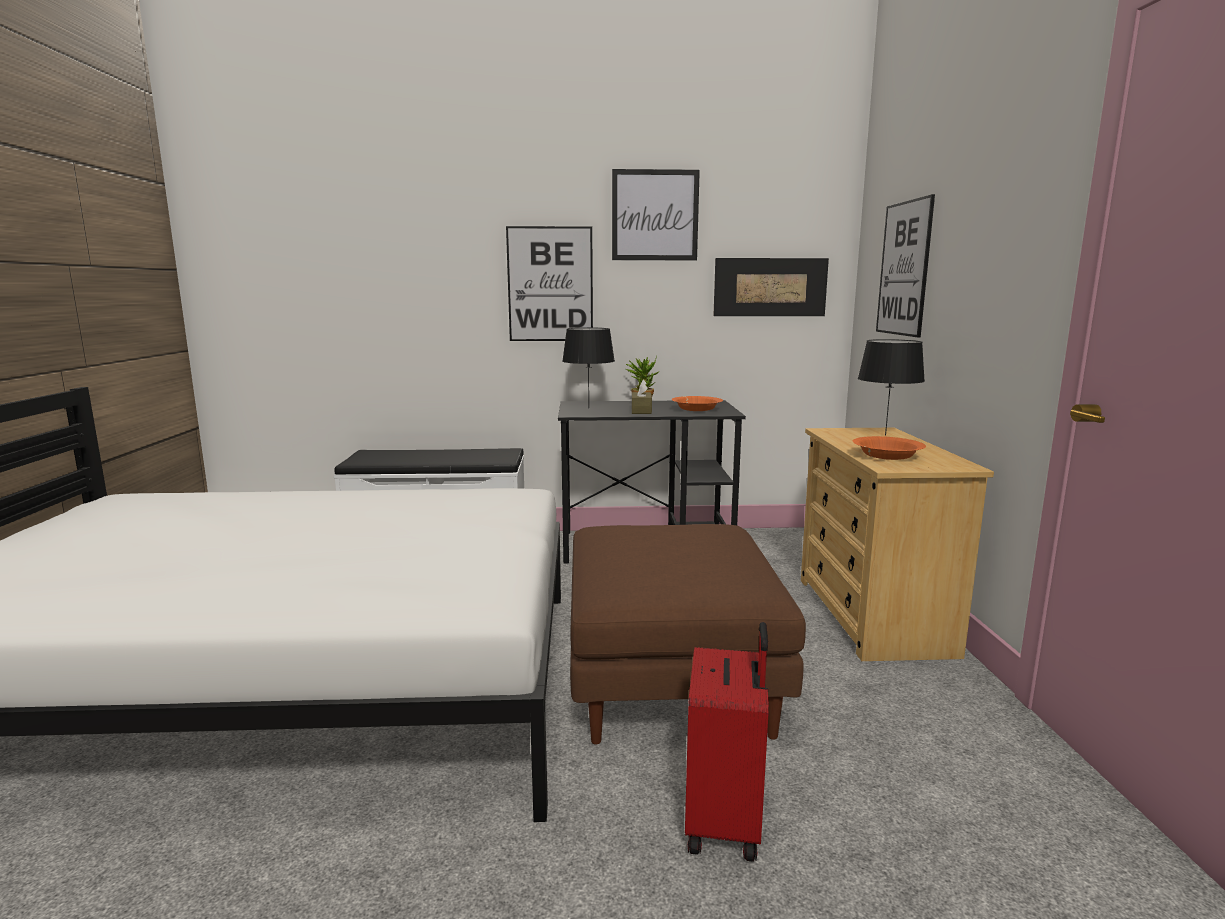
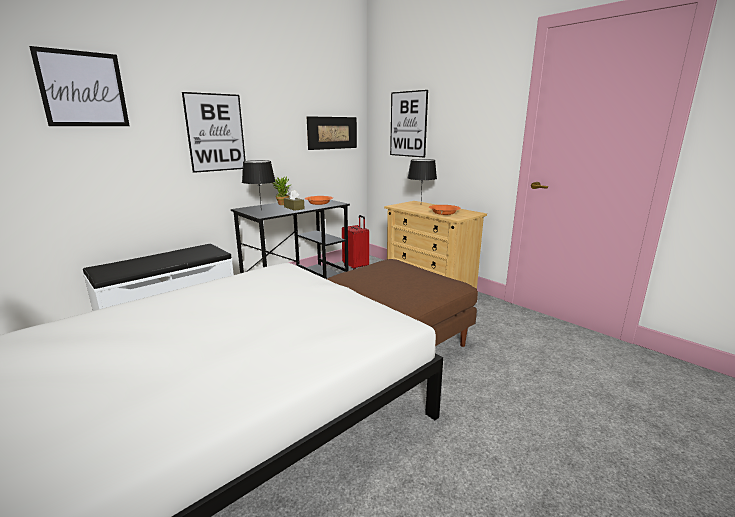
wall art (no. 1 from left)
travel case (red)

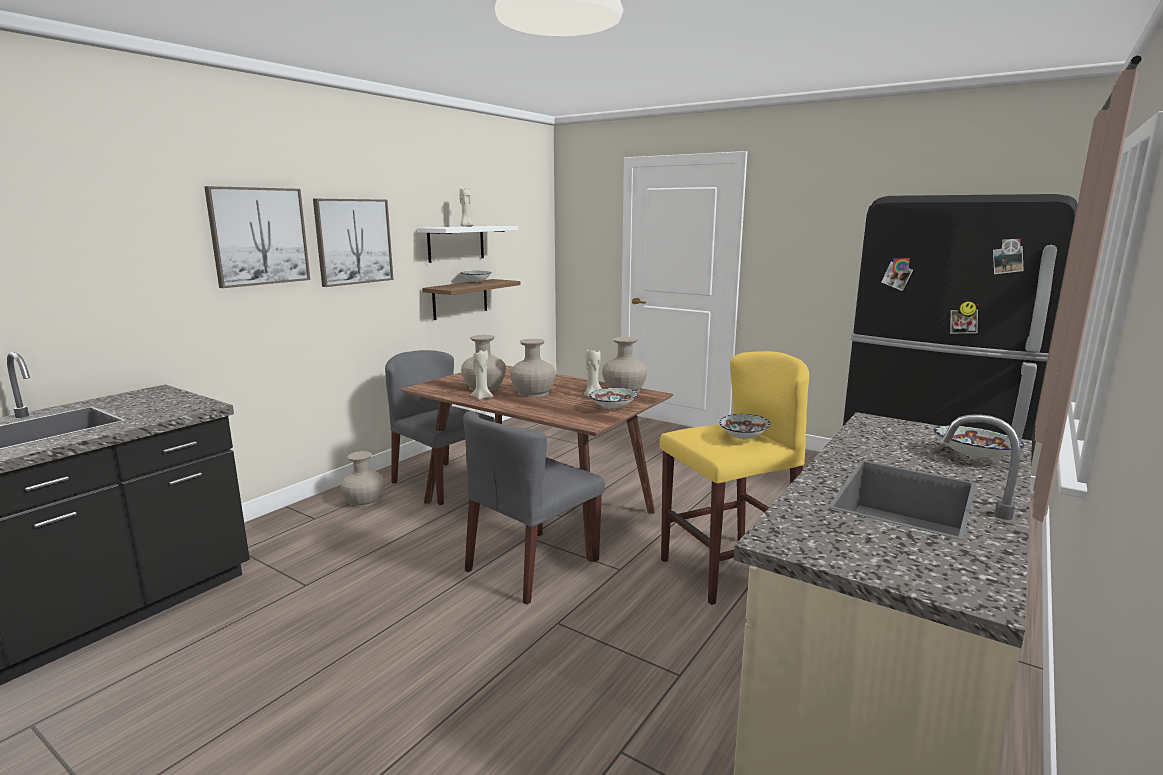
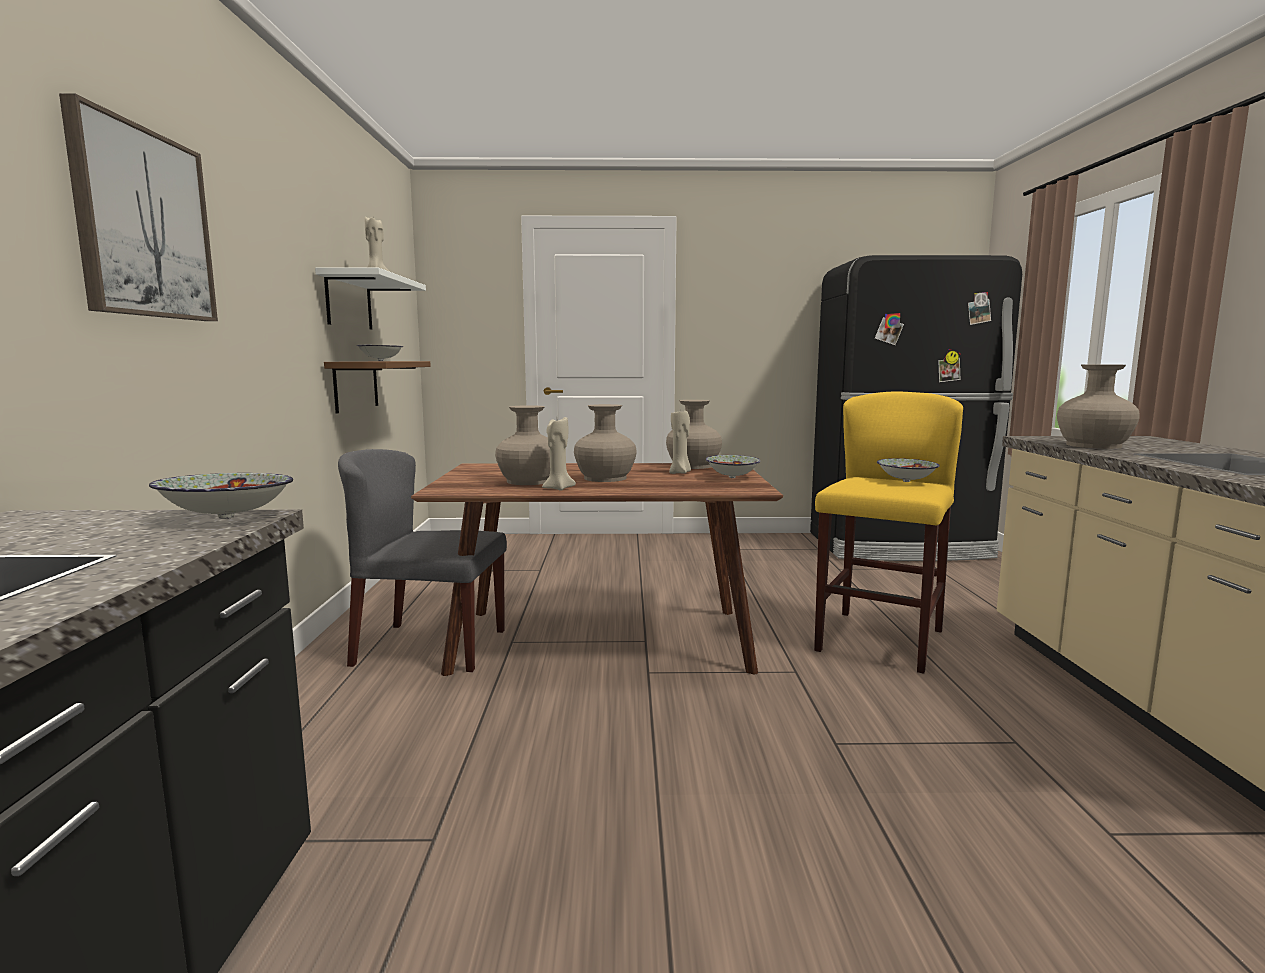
wall art (no. 2 from left in the first image)
chair (greyish) (no. 2 from left in the first image)
flower vase (beige-coloured) (no. 4 from left)
bowl (no. 1 from left)

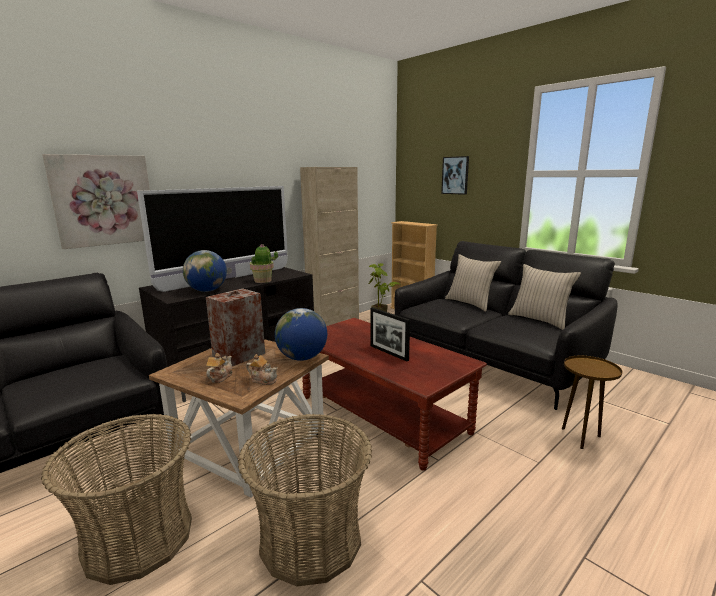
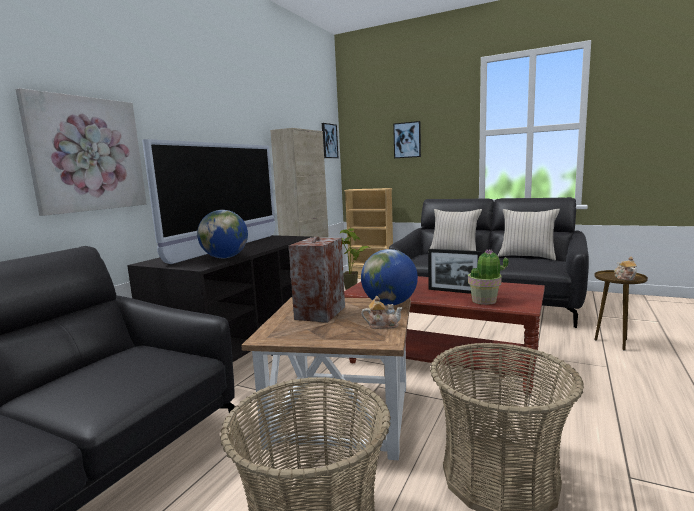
wall art (no. 2 from left)
pot for tea (no. 2 from left)
plant in a pot (no. 2 from left)

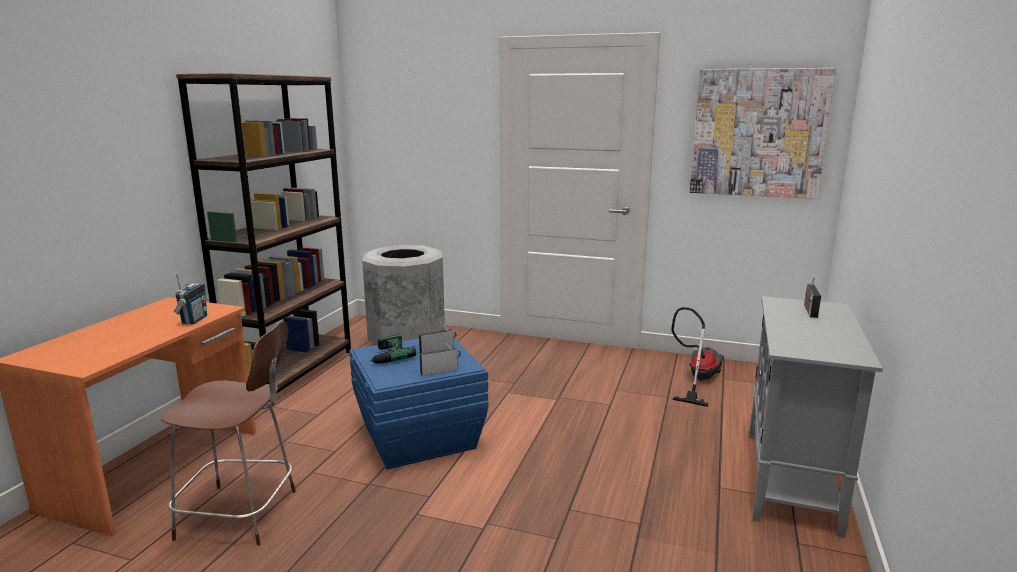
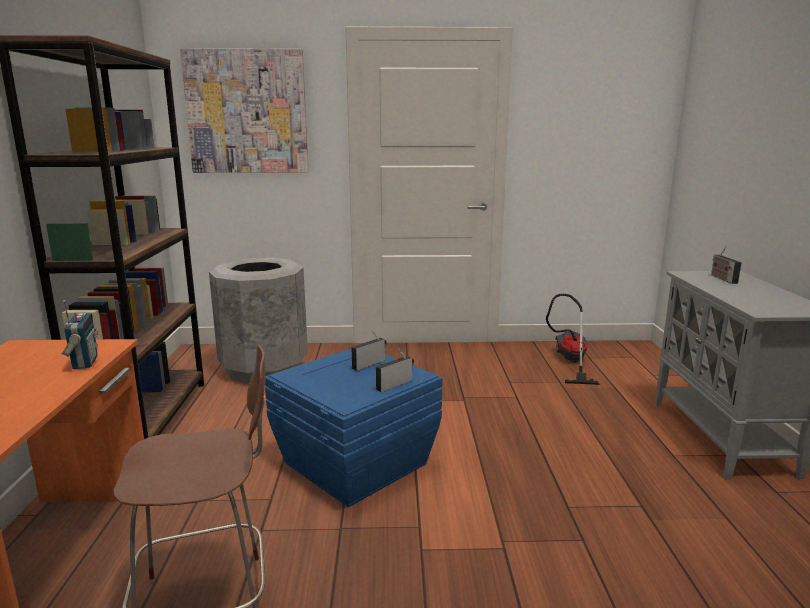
drill
wall art

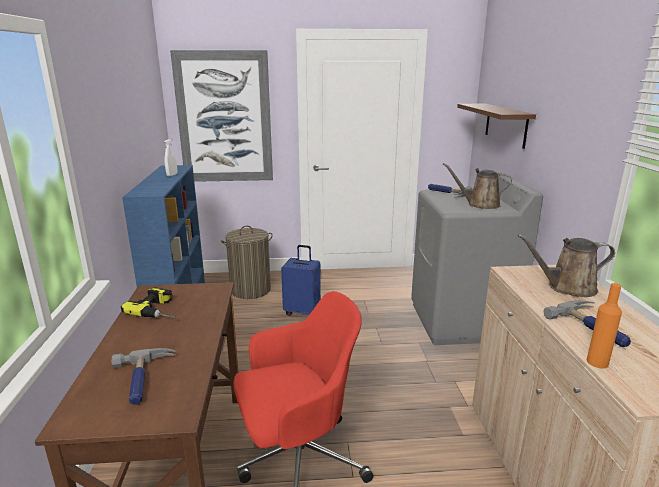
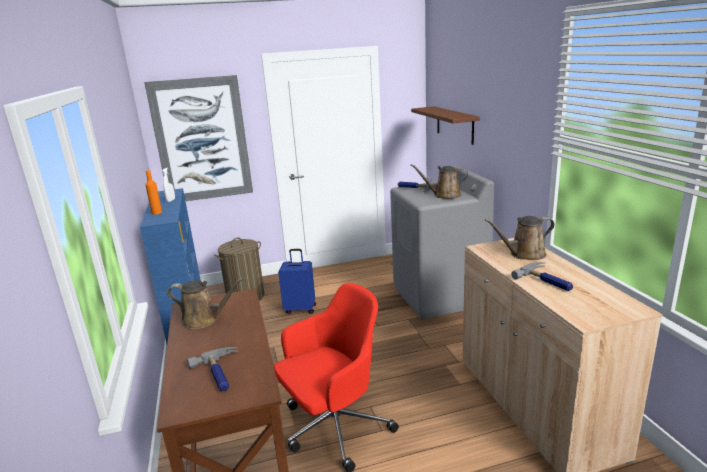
bottle (orange-coloured)
watering can (brown-coloured) (no. 1 from left)

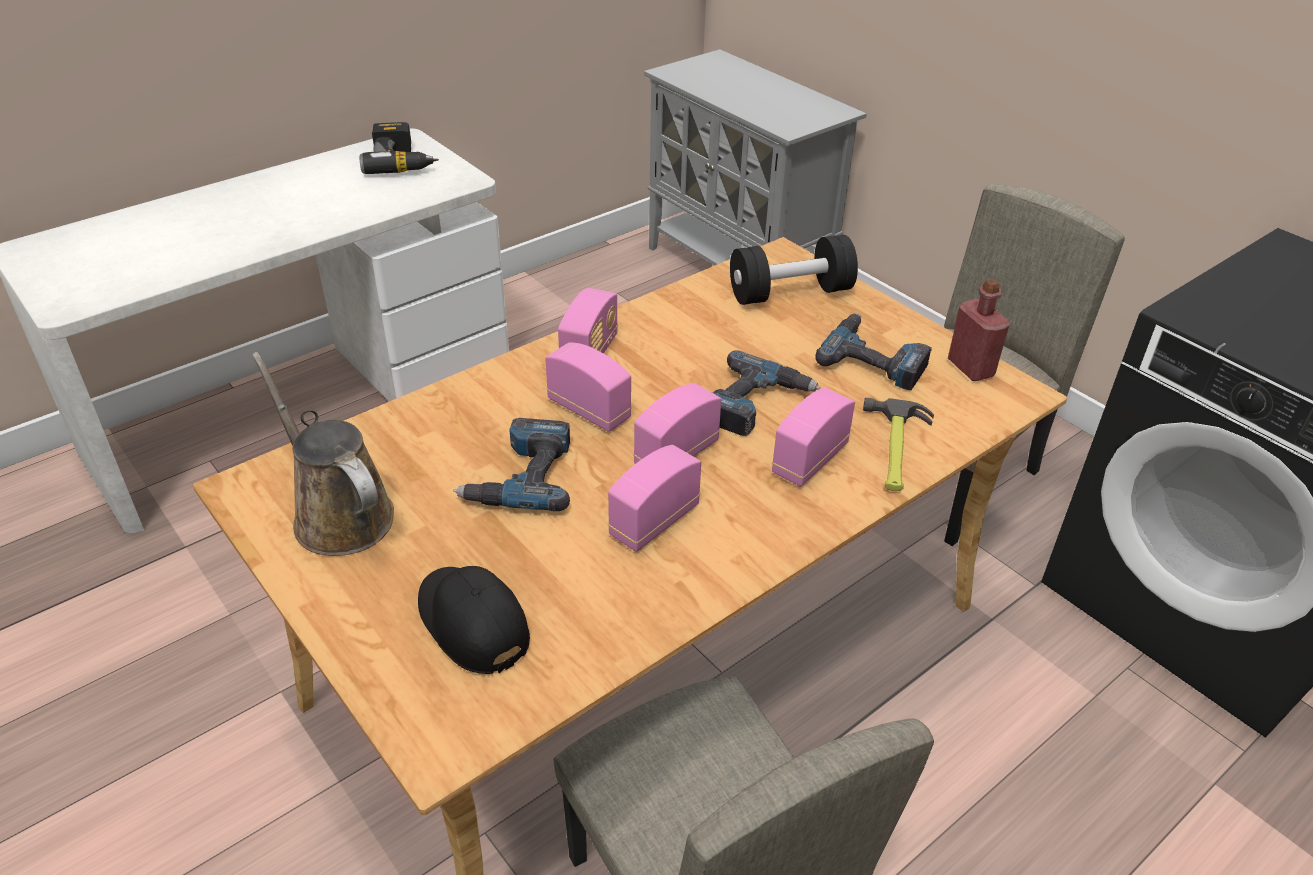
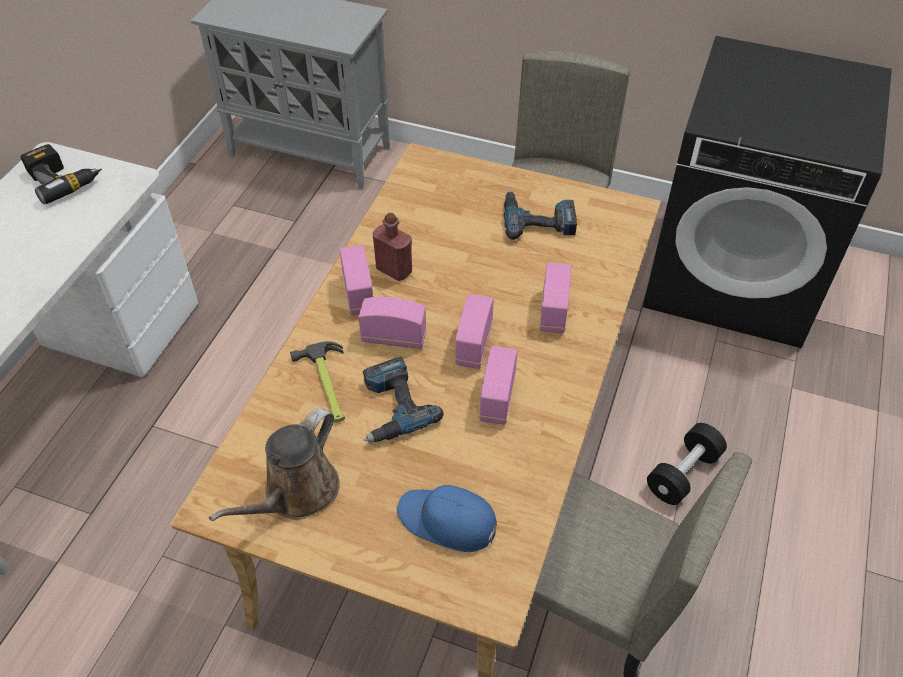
drill (no. 3 from left in the first image)
dumbbell (black)
tool hammer
bottle (red)
peaked cap (blue)
watering can (brown-coloured)

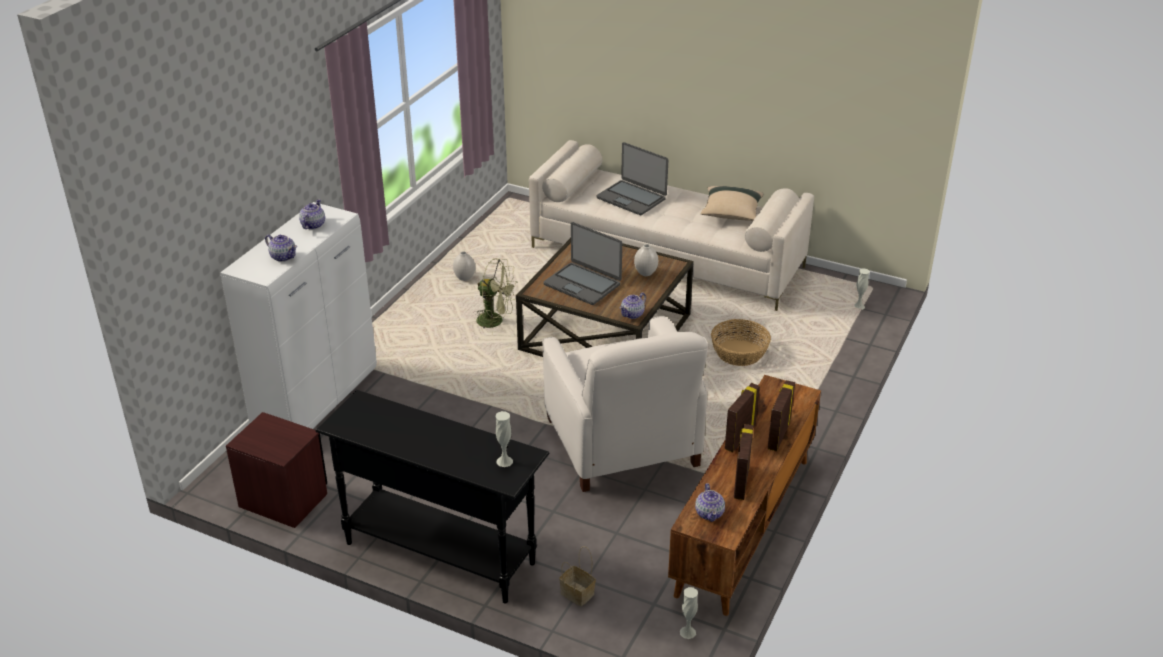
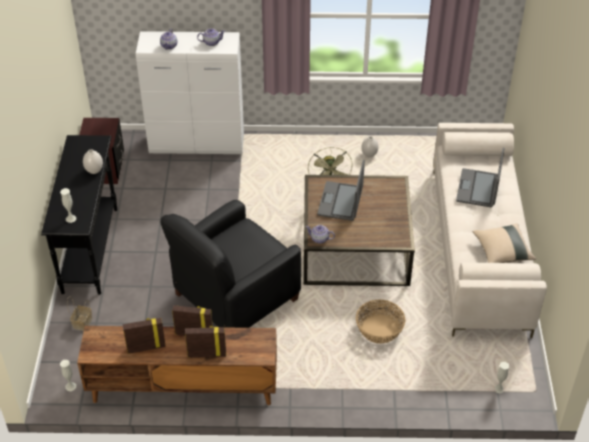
pot for tea (no. 4 from left in the first image)
flower vase (white-coloured) (no. 3 from left)
easy chair (black)

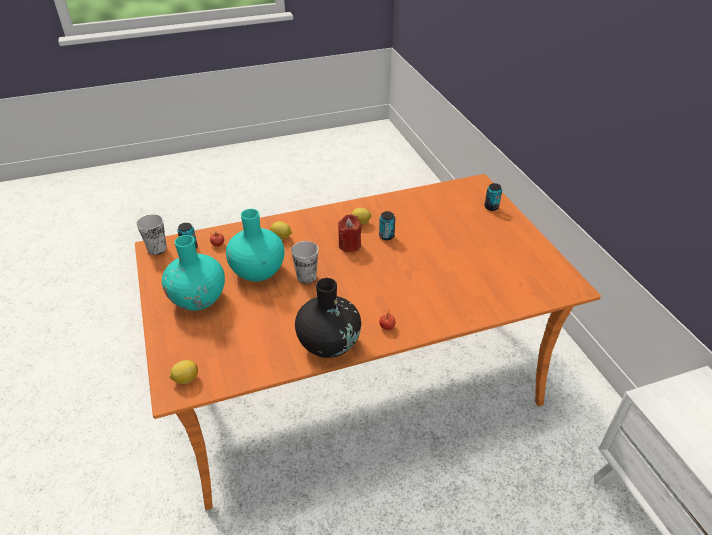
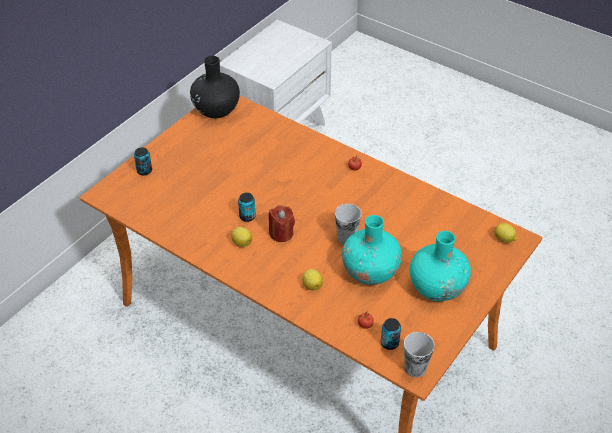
flower vase (black)

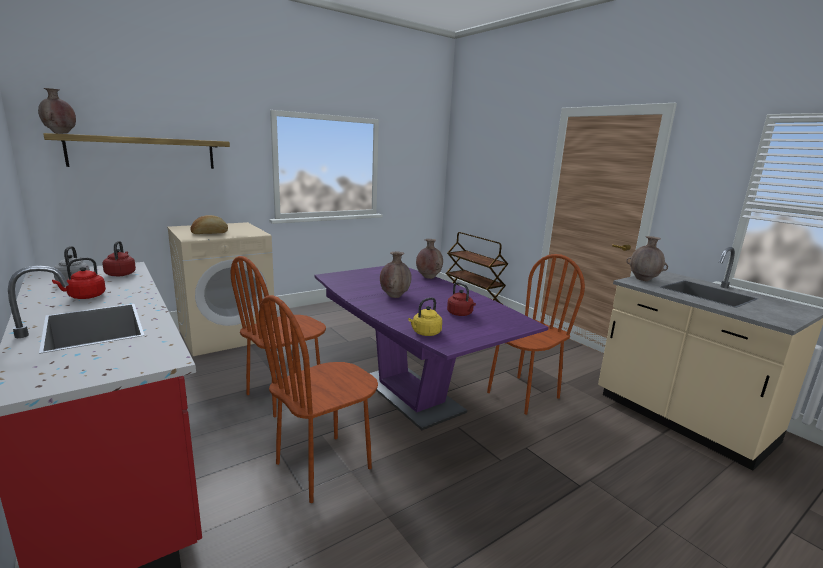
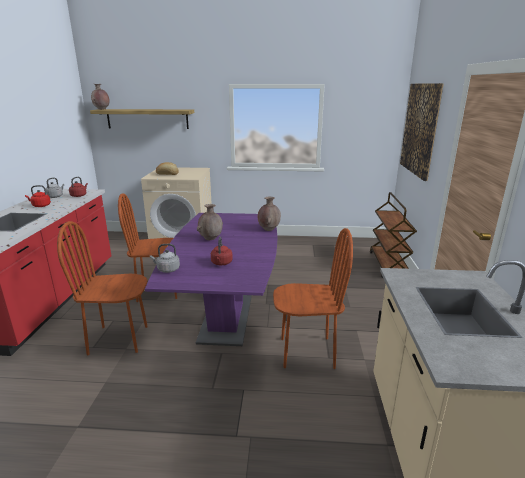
flower vase (brown-coloured) (no. 4 from left in the first image)
wall art
kettle (greyish) (no. 2 from left)

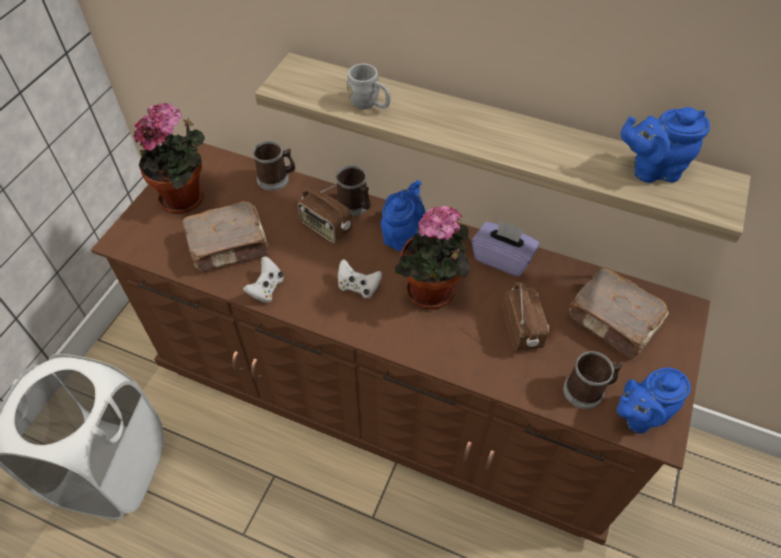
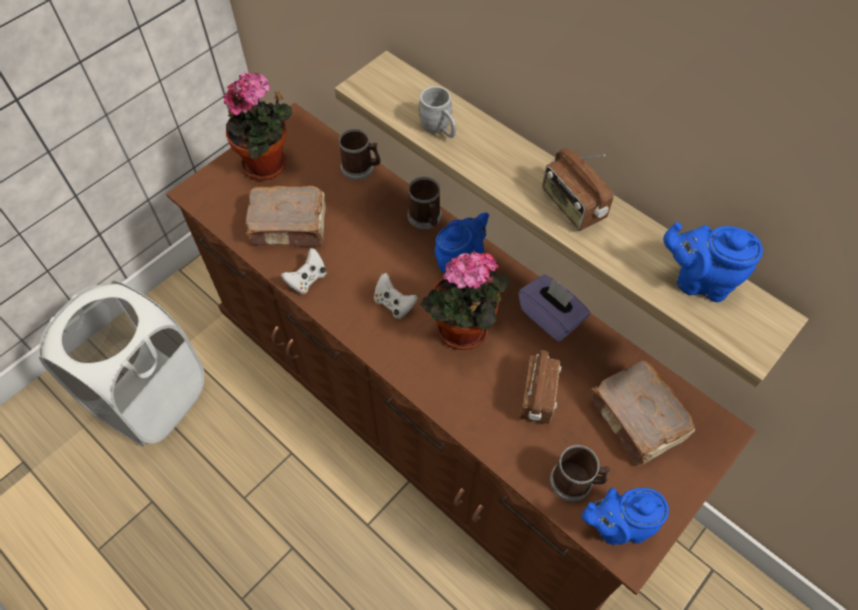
radio receiver (no. 2 from left)

